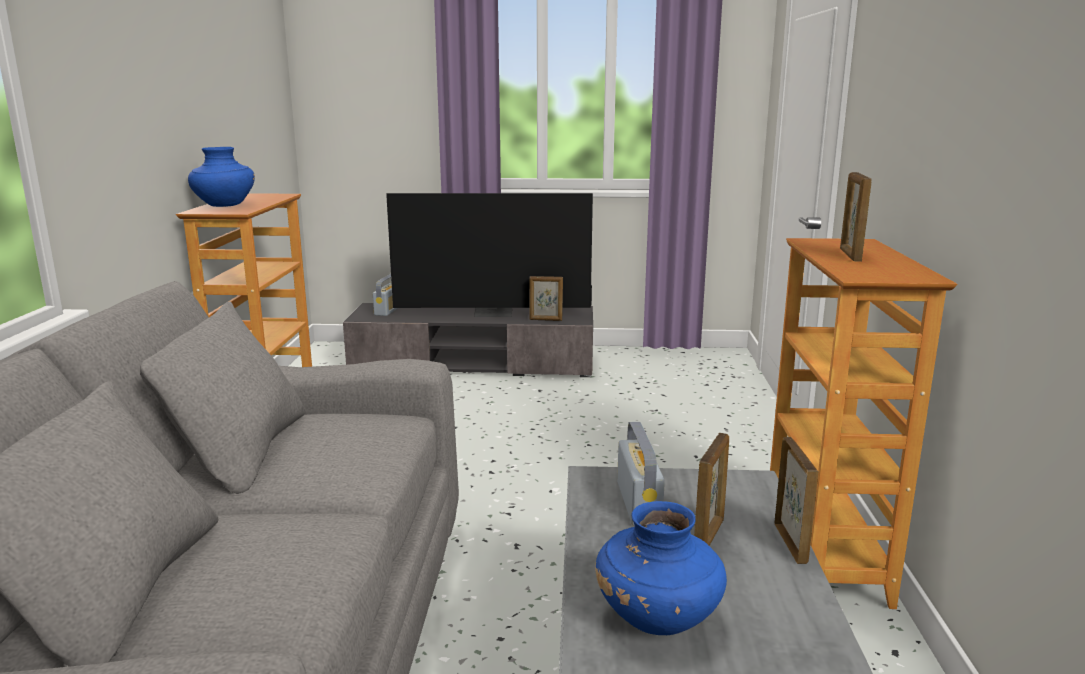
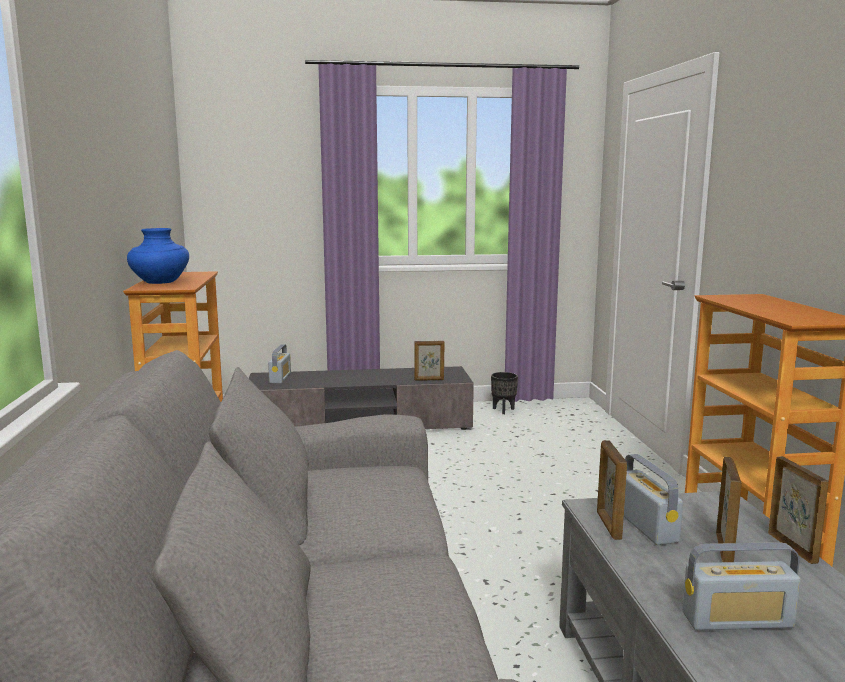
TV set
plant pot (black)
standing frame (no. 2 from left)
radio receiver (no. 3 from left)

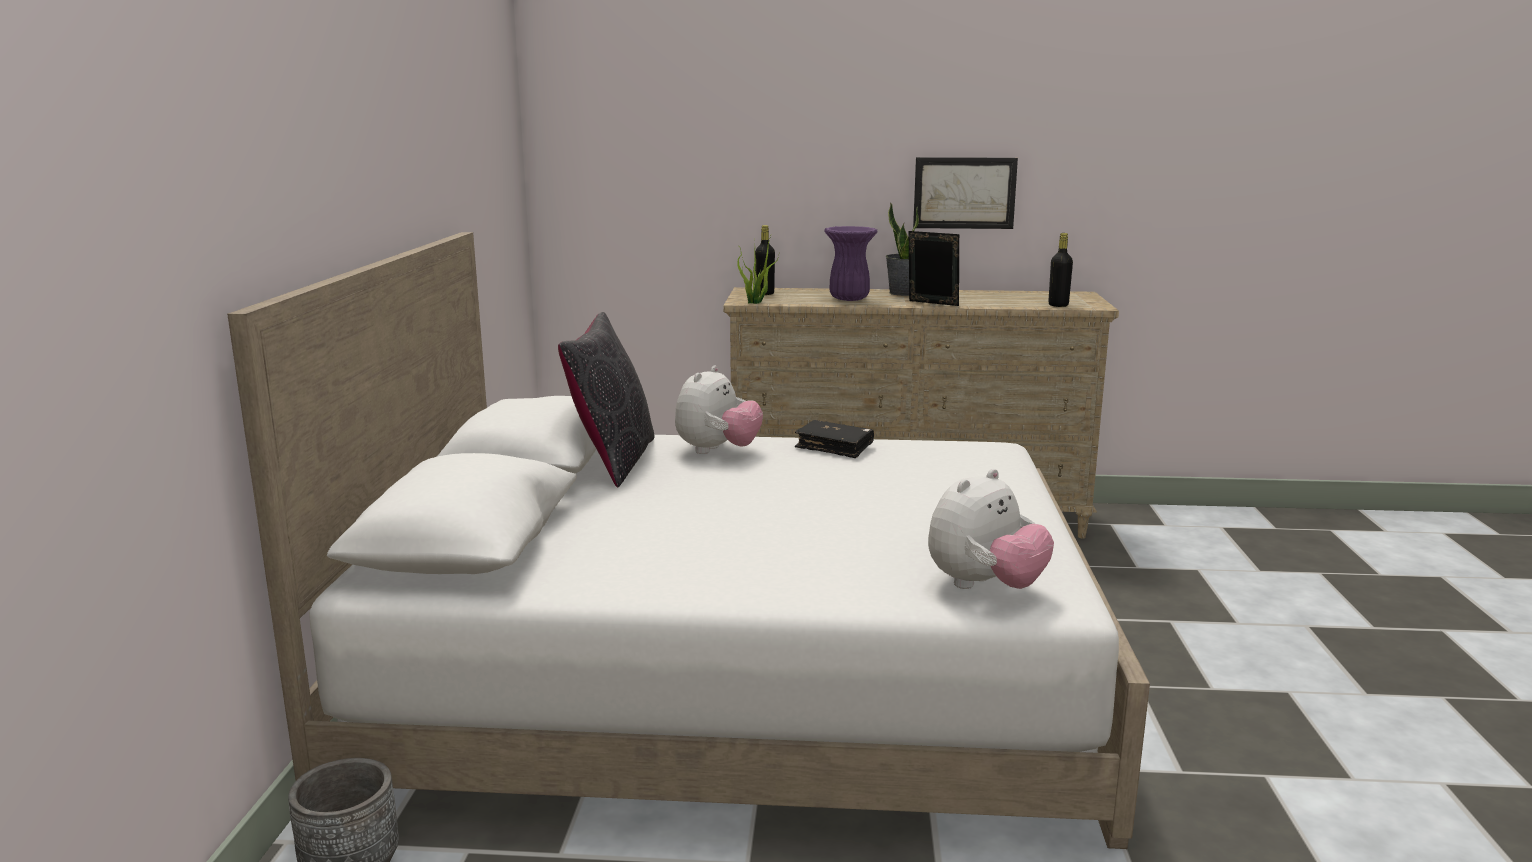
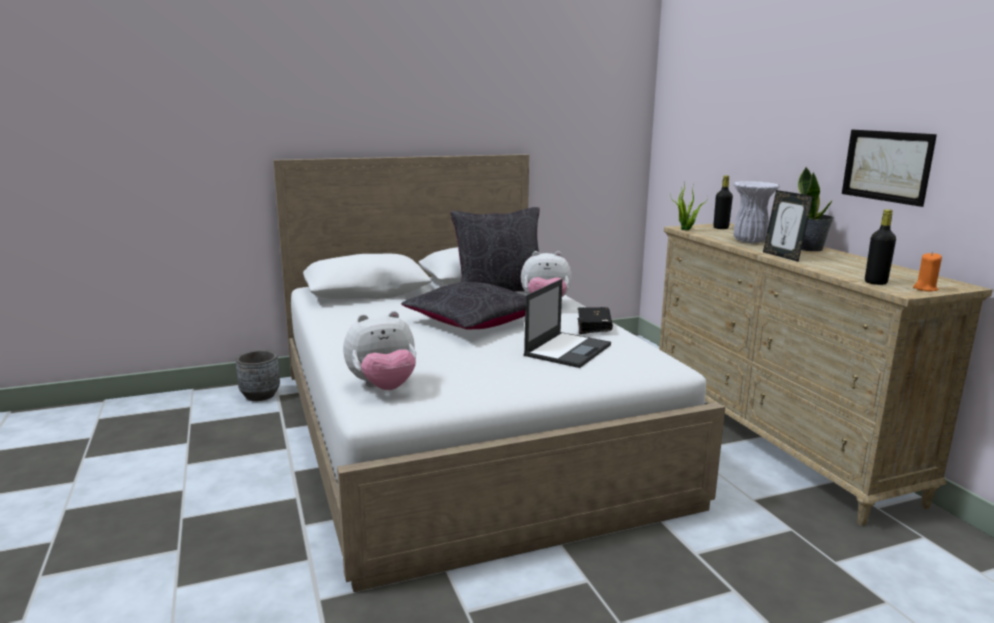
cushion (black) (no. 1 from left)
portable computer
wax light (orange-coloured)
flower vase (white-coloured)
standing frame
plush toy (no. 1 from left)

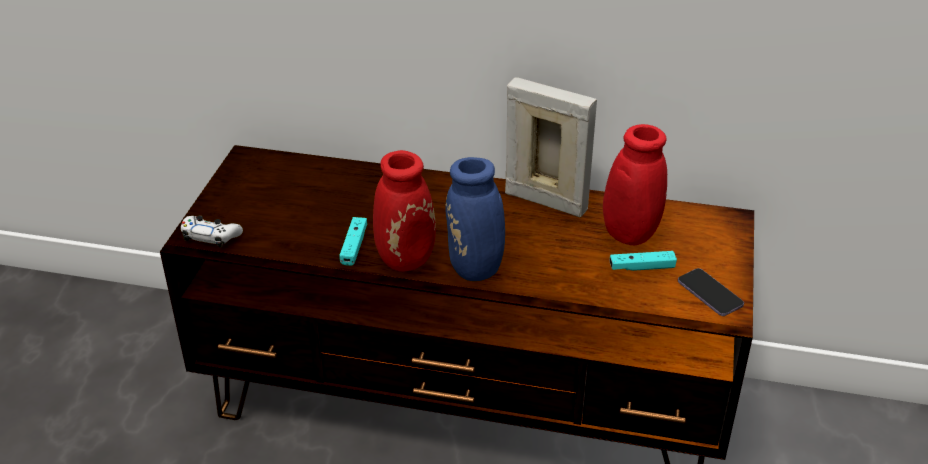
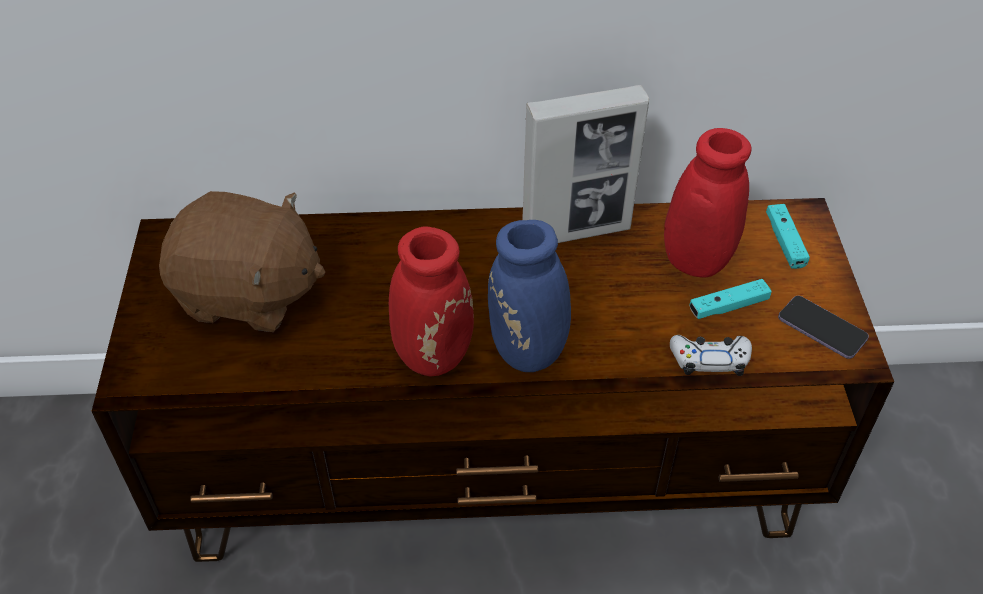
plush toy (brown-coloured)
game controller (white-coloured)
game controller (turquoise) (no. 2 from left)
standing frame

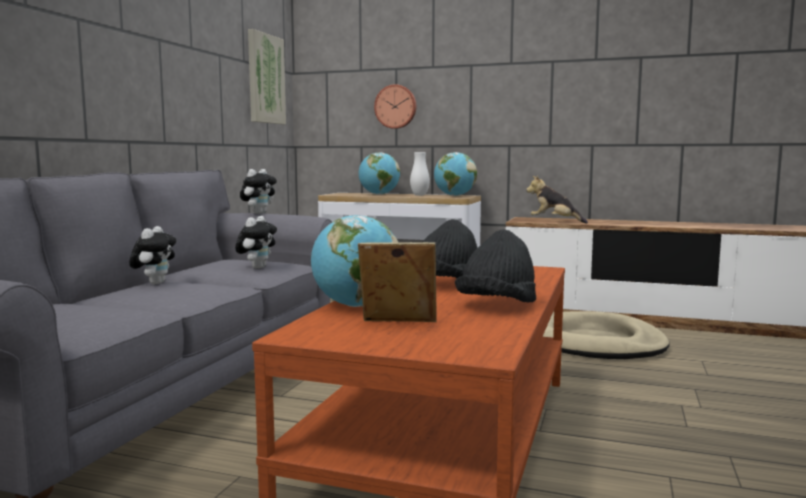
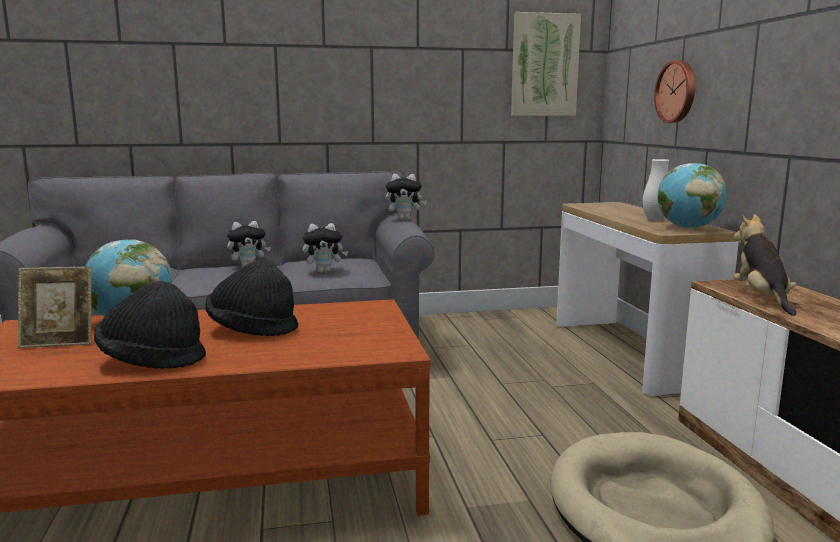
desk globe (no. 2 from left in the first image)
standing frame

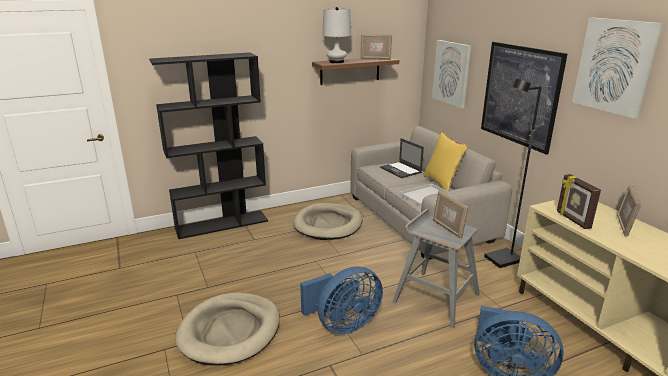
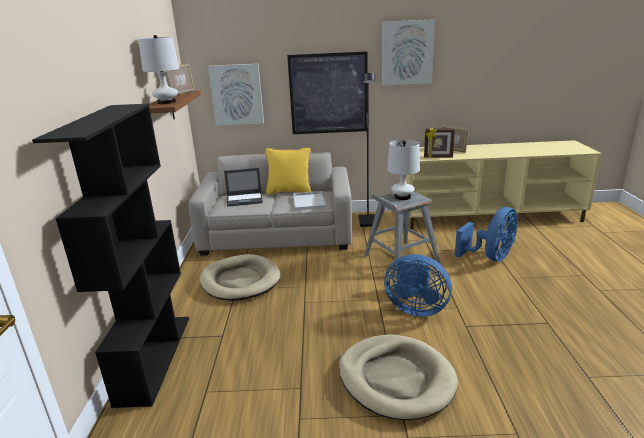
table lamp (white-coloured) (no. 2 from left)
cooling fan (blue) (no. 1 from left)

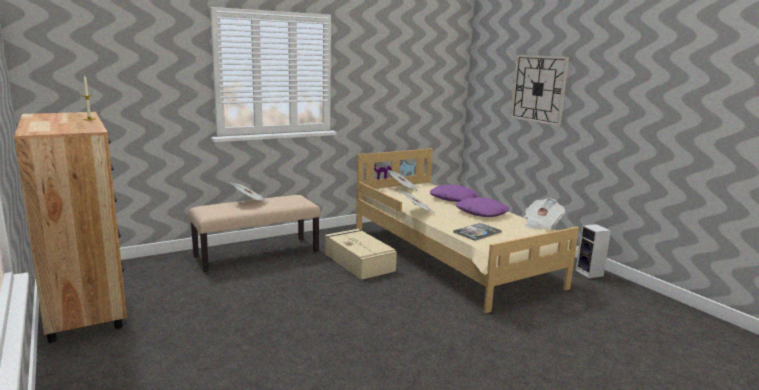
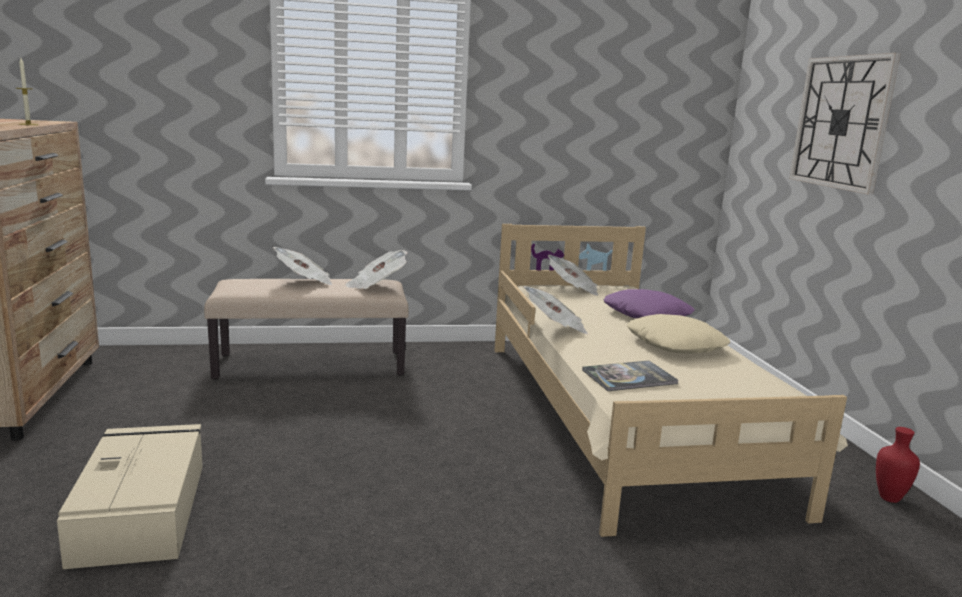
storage bin (beige-coloured)
daily paper (no. 2 from left)
flower vase (red)
cushion (beige-coloured)

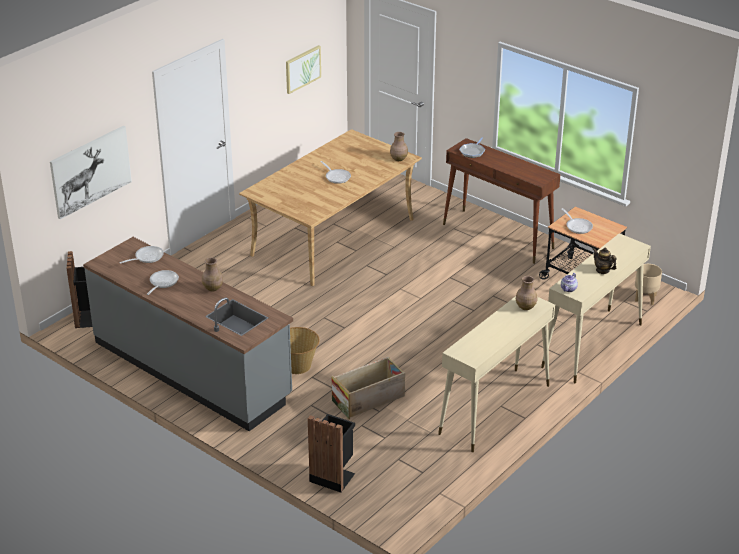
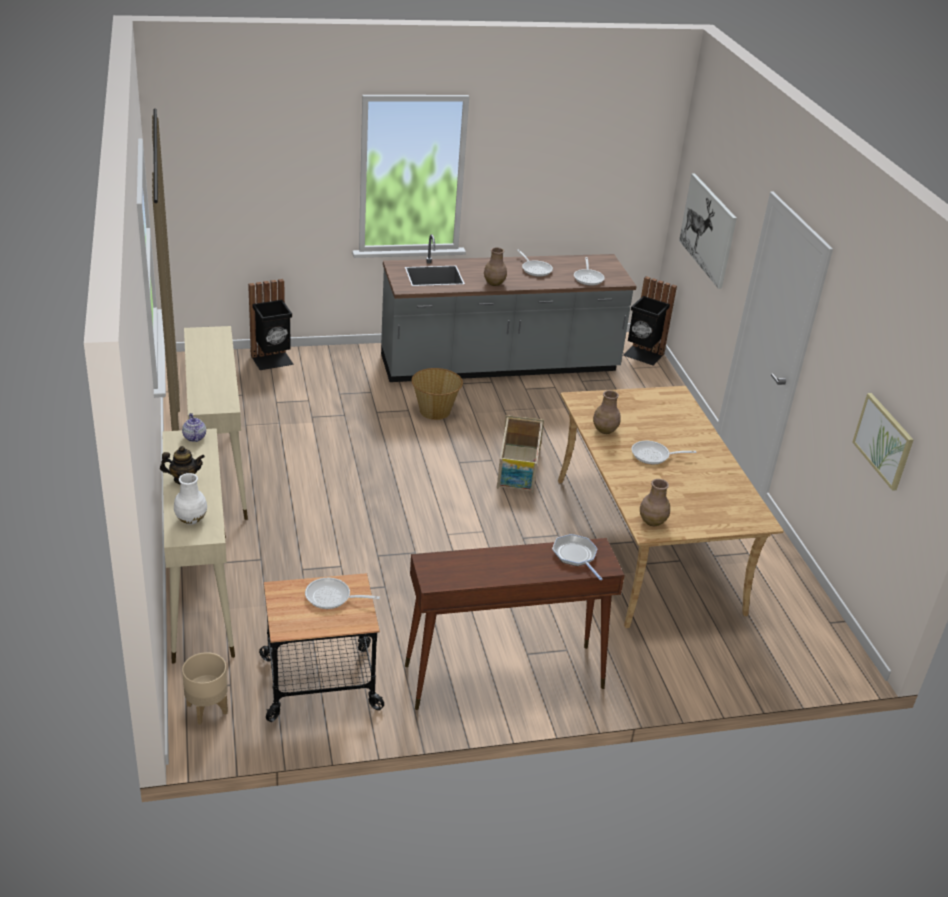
flower vase (white-coloured)
shipping crate
flower vase (brown-coloured) (no. 2 from left)

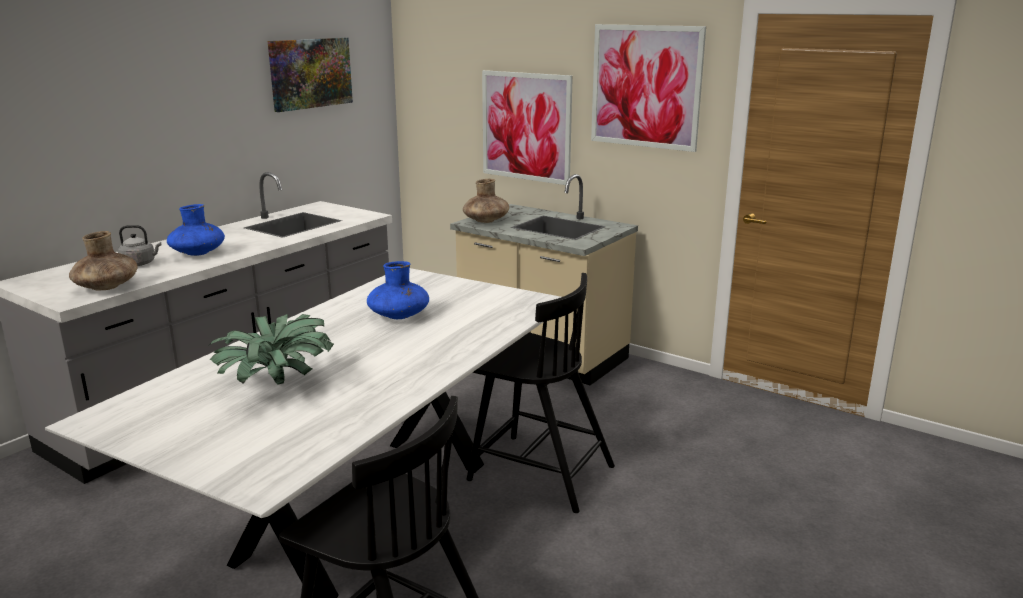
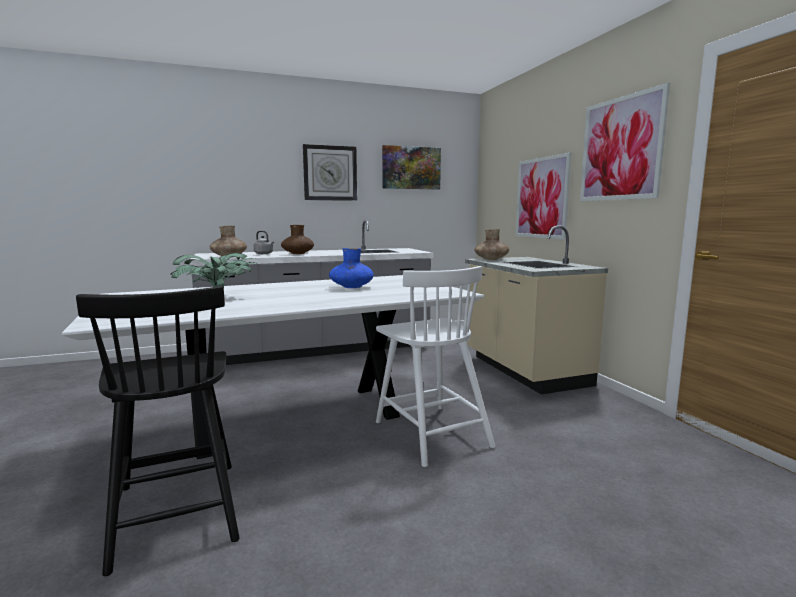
hanging clock
flower vase (brown-coloured) (no. 2 from left)
chair (white-coloured)

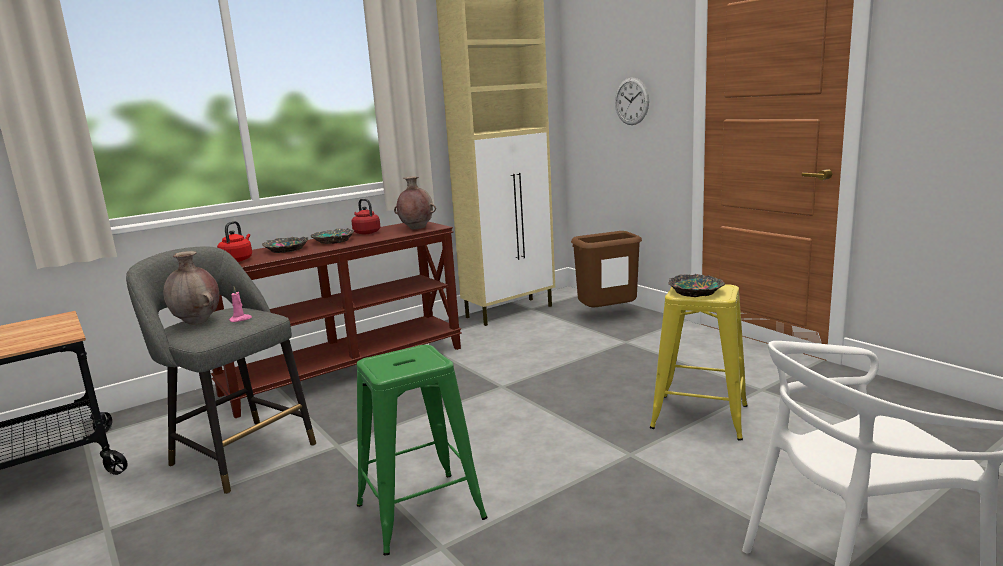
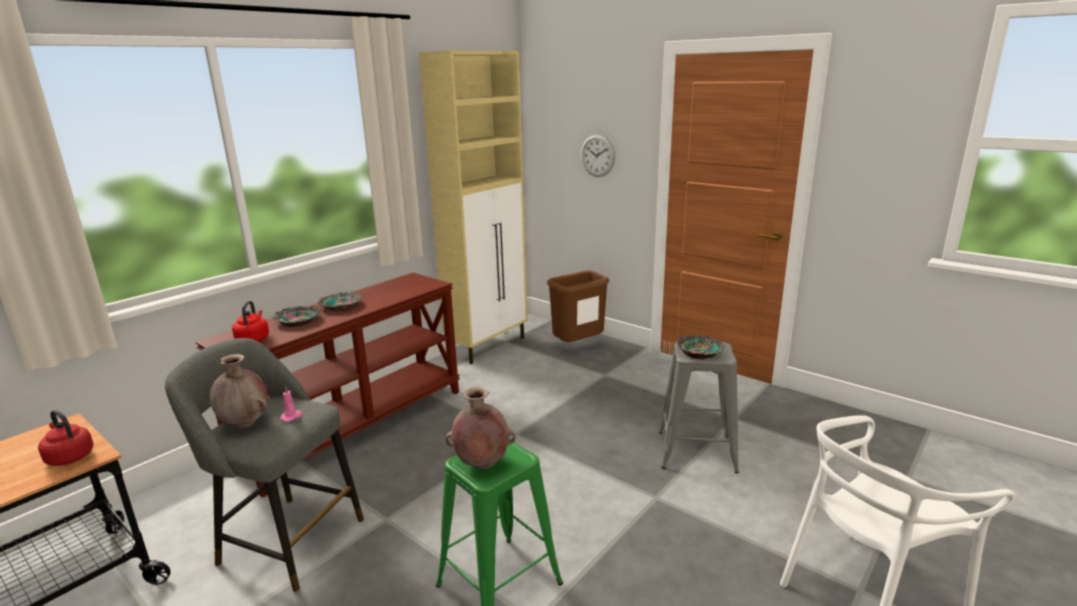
kettle (red) (no. 1 from left)
flower vase (brown-coloured) (no. 2 from left)
stool seat (greyish) (no. 2 from left)

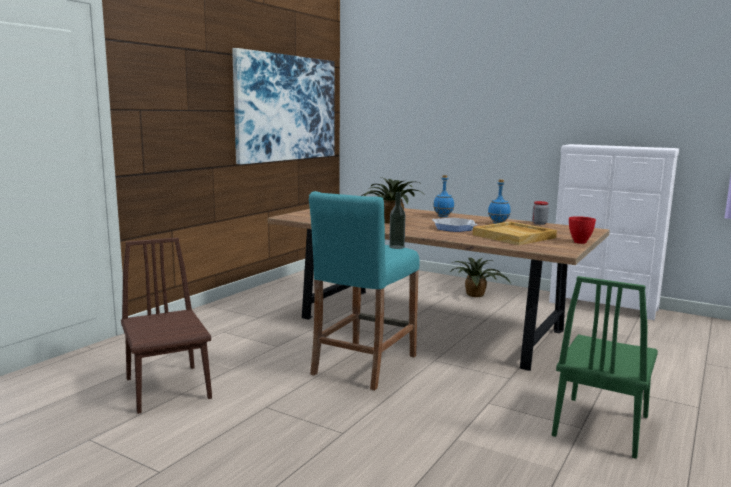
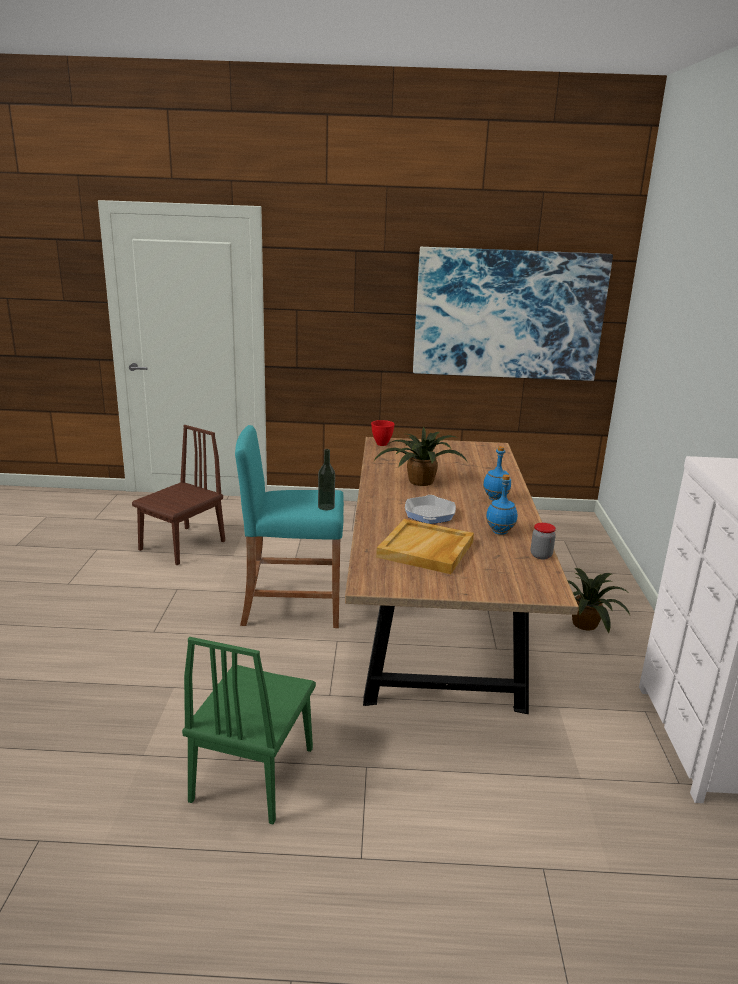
bowl (red)
chair (green)

